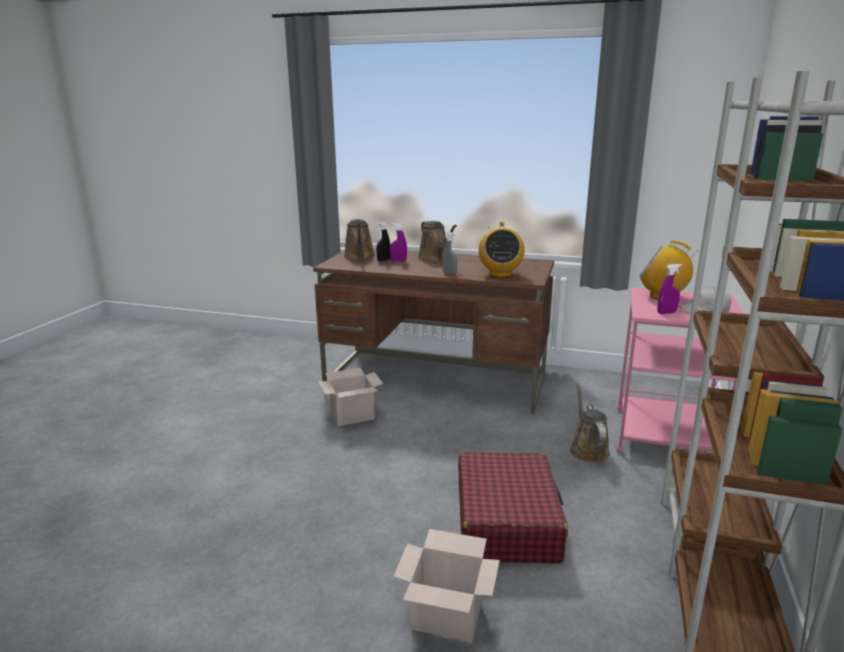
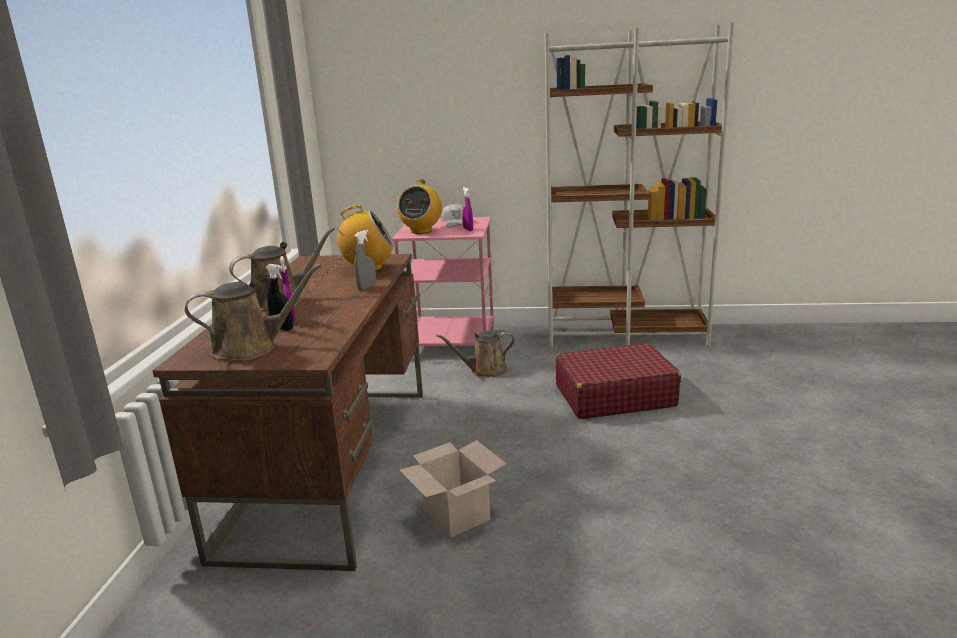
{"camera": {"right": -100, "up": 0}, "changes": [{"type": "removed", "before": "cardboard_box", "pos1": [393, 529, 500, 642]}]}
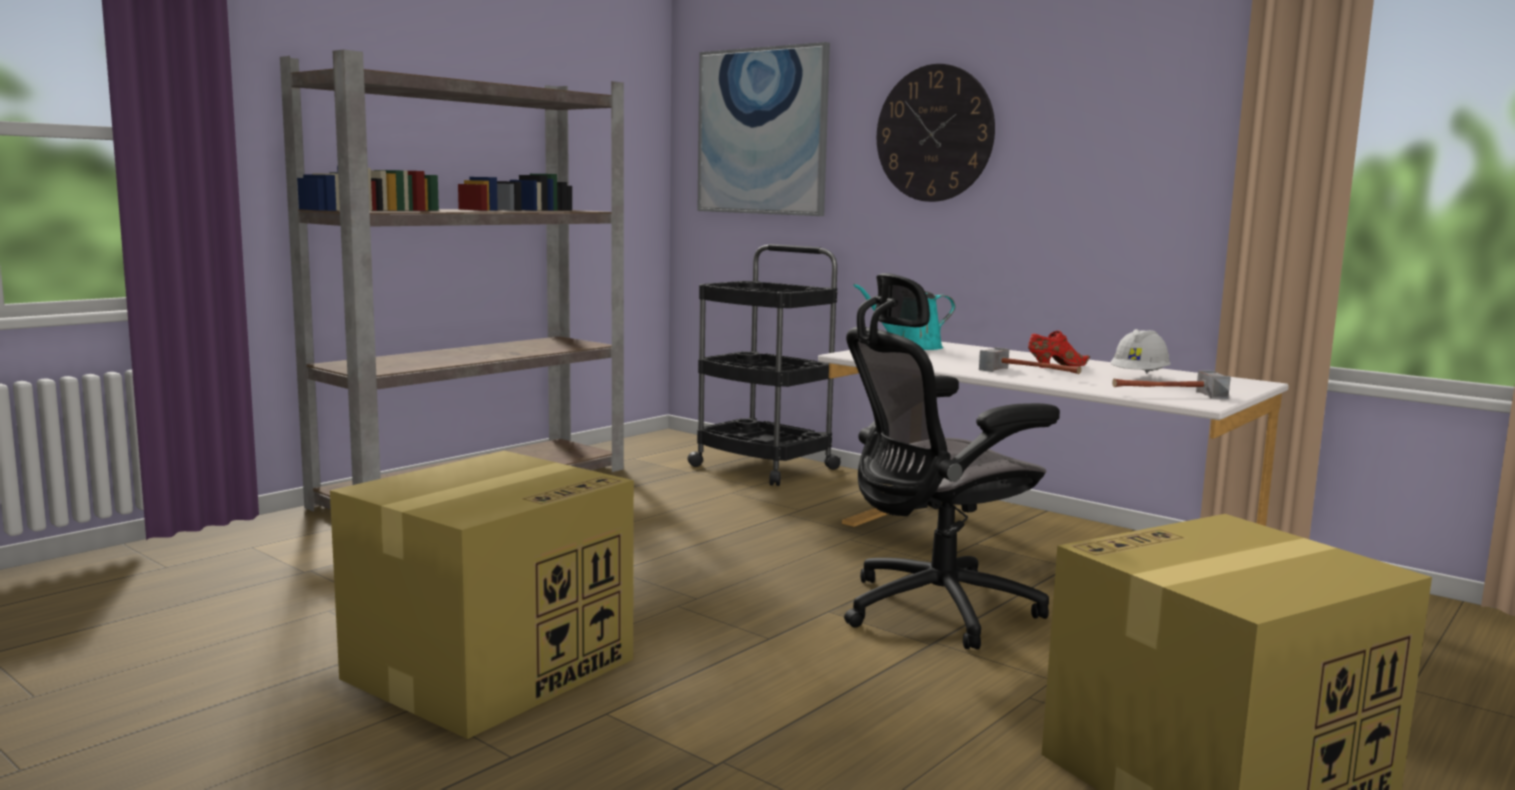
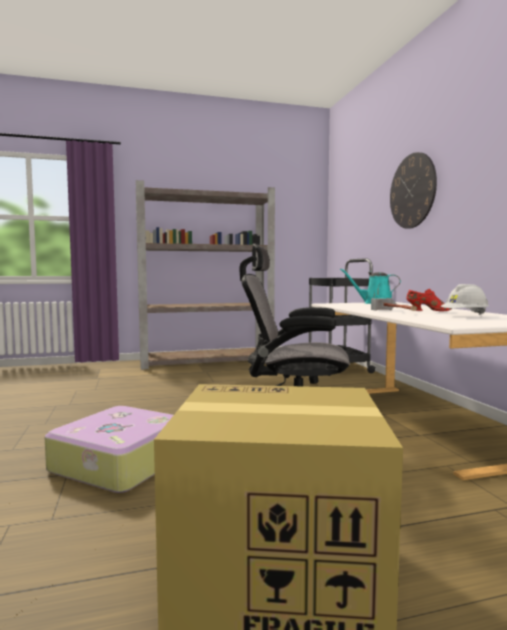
{"camera": {"right": 35, "up": -5}, "changes": [{"type": "removed", "before": "cardboard_box", "pos1": [330, 451, 634, 739]}, {"type": "removed", "before": "picture", "pos1": [697, 42, 830, 216]}, {"type": "removed", "before": "tool_hammer", "pos1": [1112, 370, 1231, 399]}, {"type": "added", "after": "suitcase", "pos2": [44, 406, 173, 493]}]}
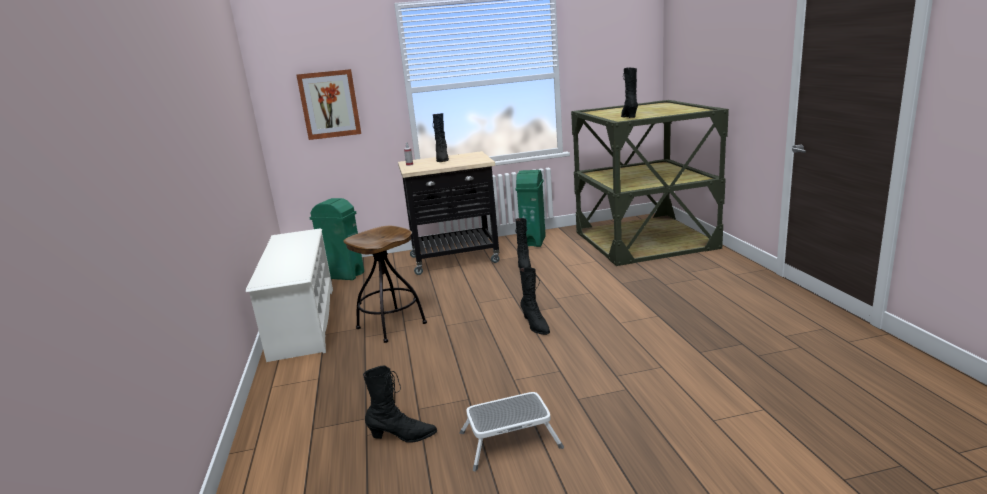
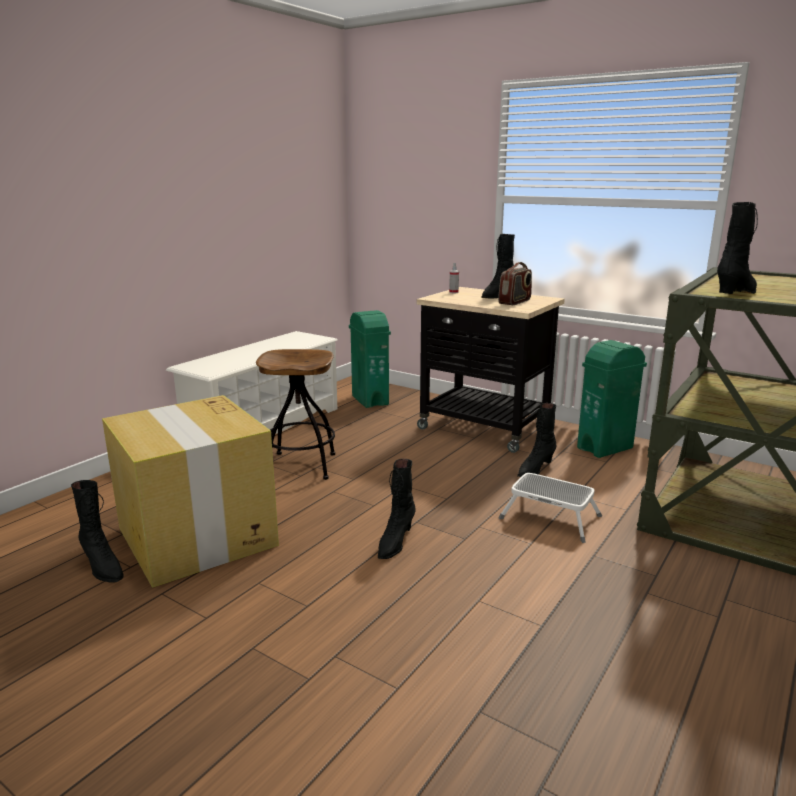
{"camera": {"right": 45, "up": 0}, "changes": [{"type": "removed", "before": "picture", "pos1": [296, 69, 361, 140]}, {"type": "added", "after": "cardboard_box", "pos2": [102, 395, 279, 588]}, {"type": "added", "after": "radio", "pos2": [498, 262, 532, 305]}, {"type": "moved", "before": "greyish_stepladder", "pos1": [460, 392, 564, 472], "pos2": [498, 473, 602, 543]}]}
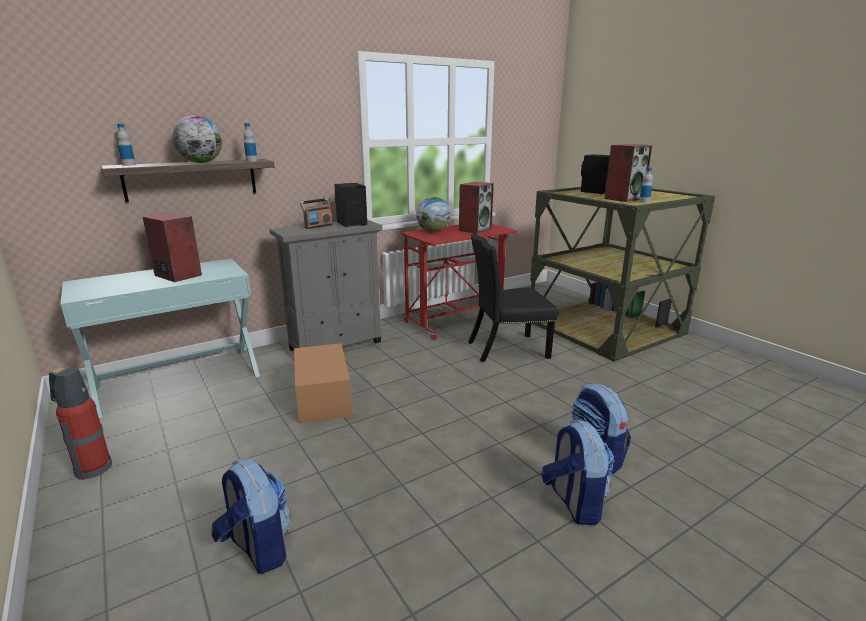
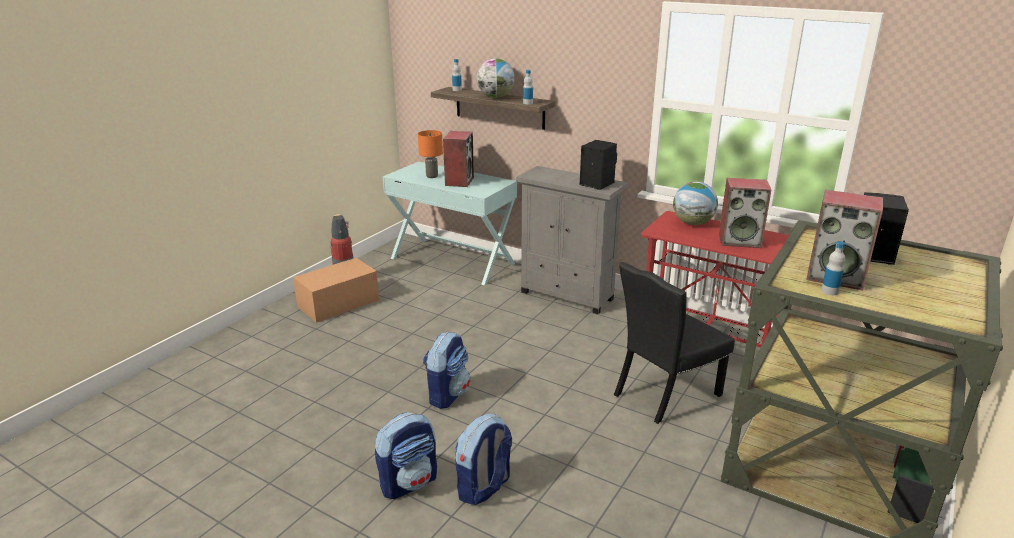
{"camera": {"right": 65, "up": 5}, "changes": [{"type": "removed", "before": "radio", "pos1": [300, 198, 332, 229]}, {"type": "added", "after": "orange-coloured_table_lamp", "pos2": [418, 130, 443, 178]}, {"type": "moved", "before": "backpack", "pos1": [211, 458, 291, 574], "pos2": [423, 332, 470, 409]}, {"type": "moved", "before": "cardboard_box", "pos1": [294, 343, 352, 424], "pos2": [293, 258, 379, 323]}, {"type": "turned", "before": "black_plain_chair", "pos1": [468, 234, 558, 362], "pos2": [614, 262, 735, 424], "turn": -90}]}
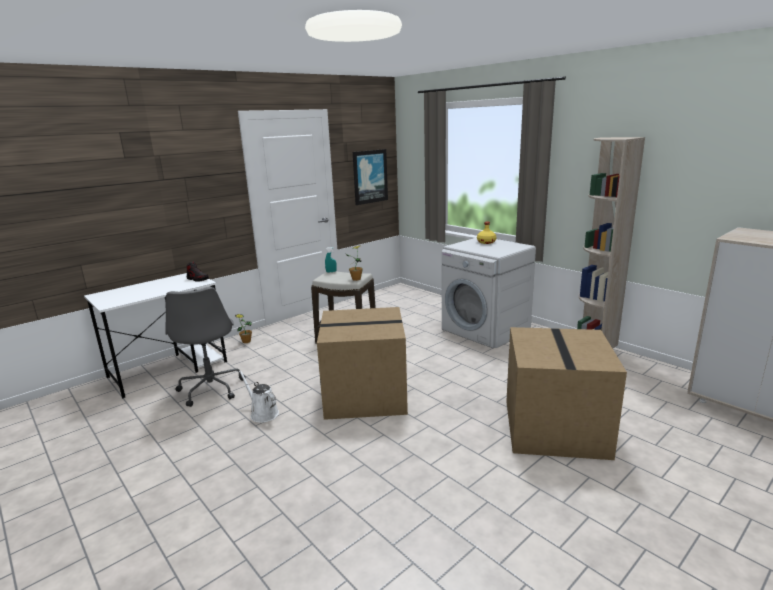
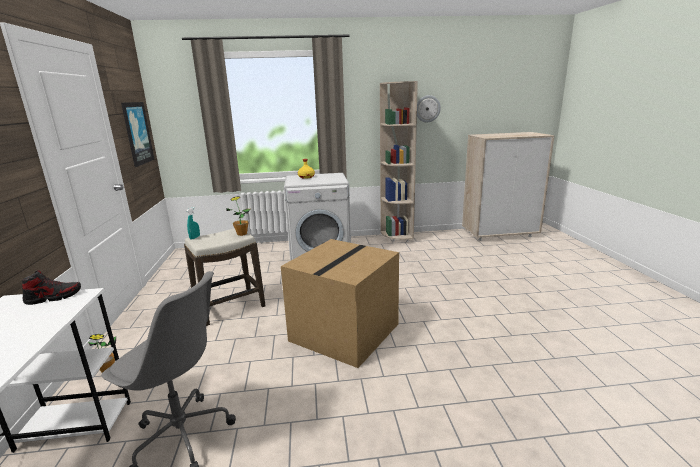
{"camera": {"right": -55, "up": 0}, "changes": [{"type": "removed", "before": "whitish_sprinkling_can", "pos1": [239, 370, 279, 423]}, {"type": "removed", "before": "cardboard_box", "pos1": [506, 327, 627, 460]}, {"type": "added", "after": "hanging_clock", "pos2": [417, 95, 441, 122]}]}
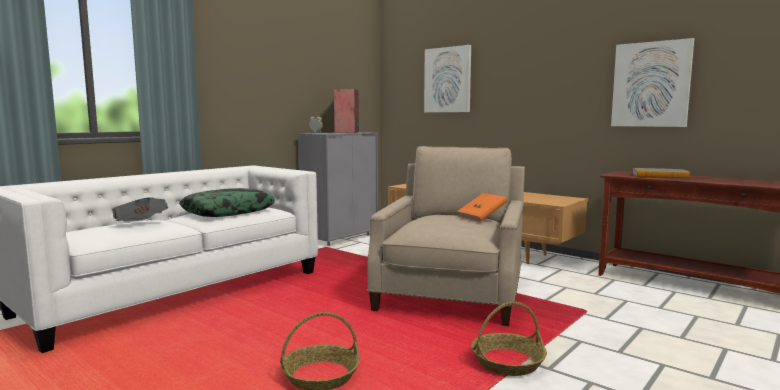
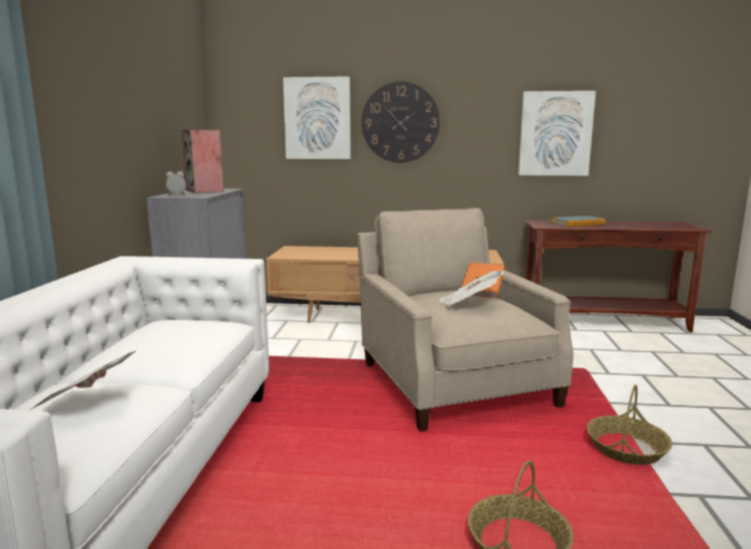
{"camera": {"right": -35, "up": 5}, "changes": [{"type": "removed", "before": "pillow", "pos1": [179, 188, 275, 217]}, {"type": "added", "after": "hanging_clock", "pos2": [362, 81, 440, 163]}, {"type": "added", "after": "daily_paper", "pos2": [439, 270, 504, 306]}]}
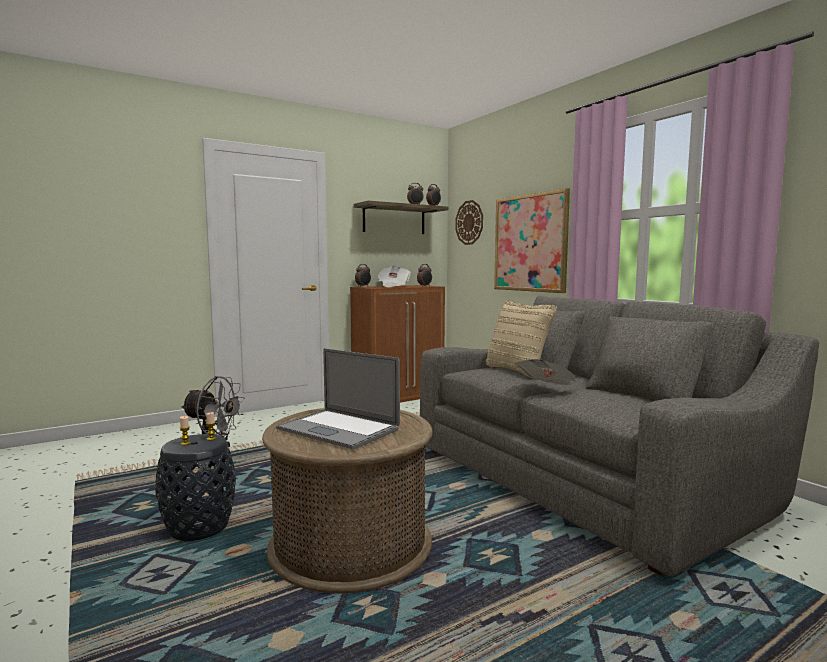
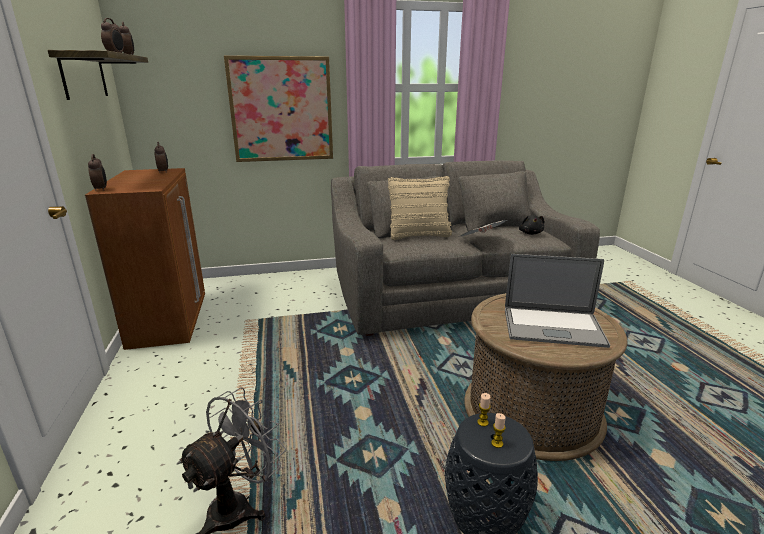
{"camera": {"right": -70, "up": 15}, "changes": [{"type": "removed", "before": "daily_paper", "pos1": [377, 266, 411, 287]}, {"type": "removed", "before": "hanging_clock", "pos1": [455, 200, 483, 245]}, {"type": "added", "after": "black_soft_toy", "pos2": [519, 215, 544, 235]}, {"type": "turned", "before": "portable_computer", "pos1": [276, 348, 400, 450], "pos2": [505, 254, 610, 348], "turn": 45}]}
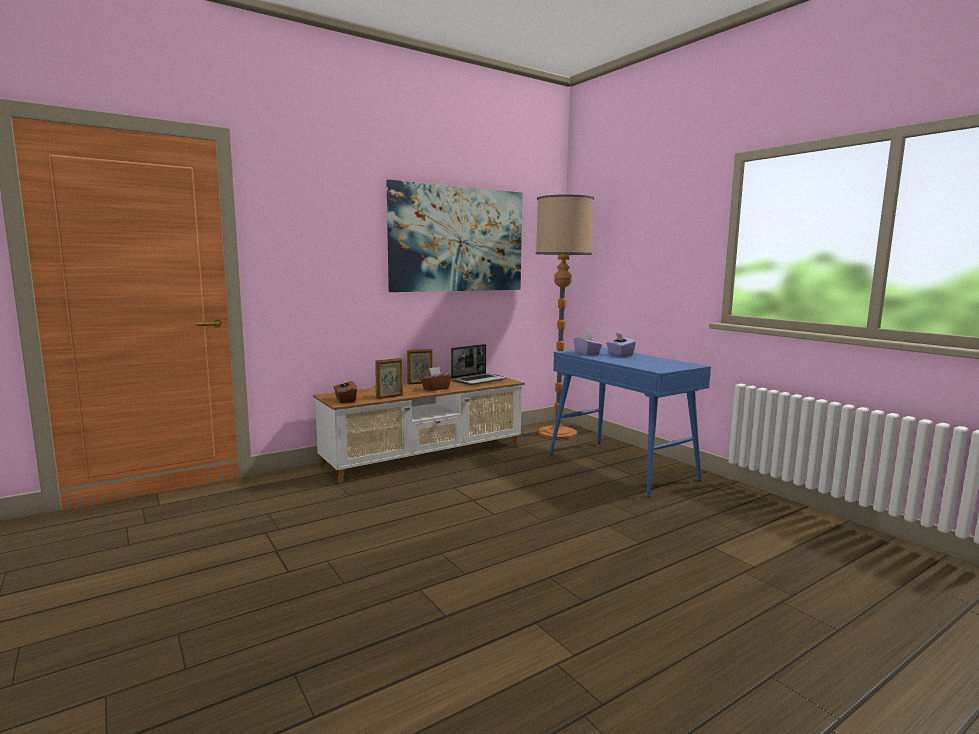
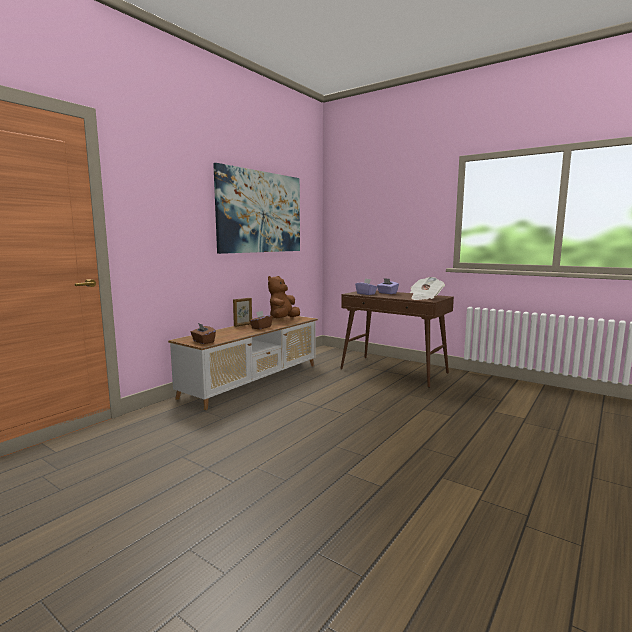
{"camera": {"right": -20, "up": 0}, "changes": [{"type": "removed", "before": "standing_frame", "pos1": [375, 358, 403, 399]}, {"type": "removed", "before": "floor_lamp", "pos1": [536, 194, 594, 439]}, {"type": "added", "after": "daily_paper", "pos2": [410, 277, 445, 300]}, {"type": "replaced", "before": "portable_computer", "after": "brownish_soft_toy", "pos1": [451, 344, 506, 385], "pos2": [268, 276, 300, 319]}, {"type": "recoloured", "before": "blue-coloured_console_table", "after": "brownish_console_table", "pos1": [549, 347, 711, 497], "pos2": [340, 291, 454, 388]}]}
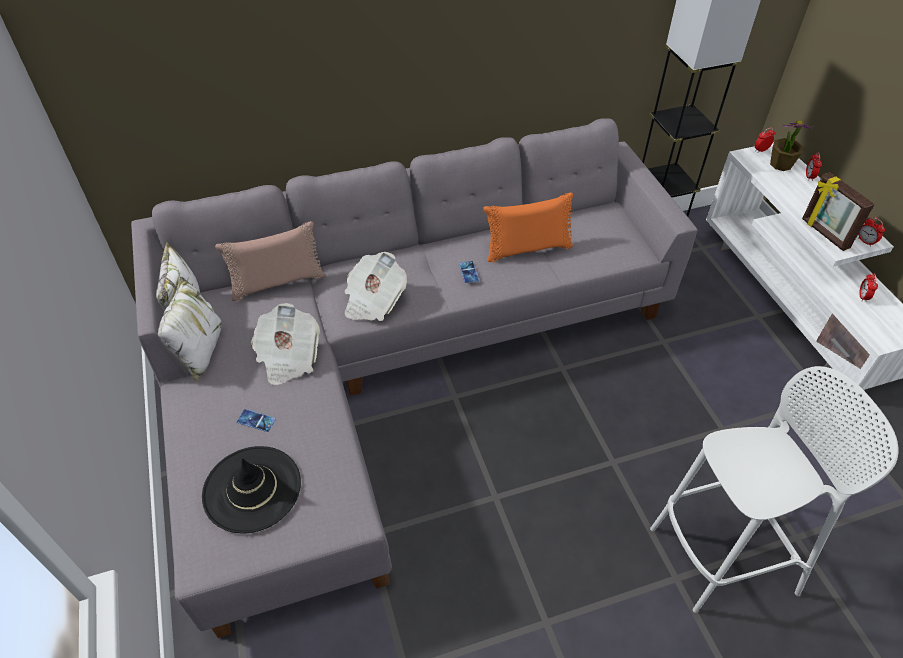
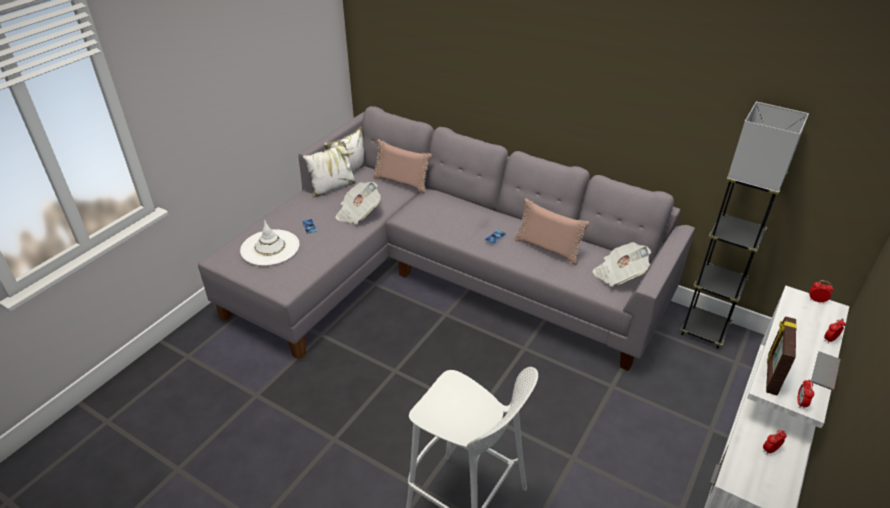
{"camera": {"right": 50, "up": -10}, "changes": [{"type": "removed", "before": "plant_in_a_pot", "pos1": [770, 120, 815, 171]}, {"type": "moved", "before": "daily_paper", "pos1": [344, 252, 407, 321], "pos2": [593, 242, 651, 287]}, {"type": "recoloured", "before": "black_hat", "after": "whitish_hat", "pos1": [202, 446, 301, 534], "pos2": [240, 221, 299, 266]}, {"type": "recoloured", "before": "orange-coloured_pillow", "after": "sand-coloured_pillow", "pos1": [483, 192, 573, 263], "pos2": [515, 198, 589, 265]}]}
